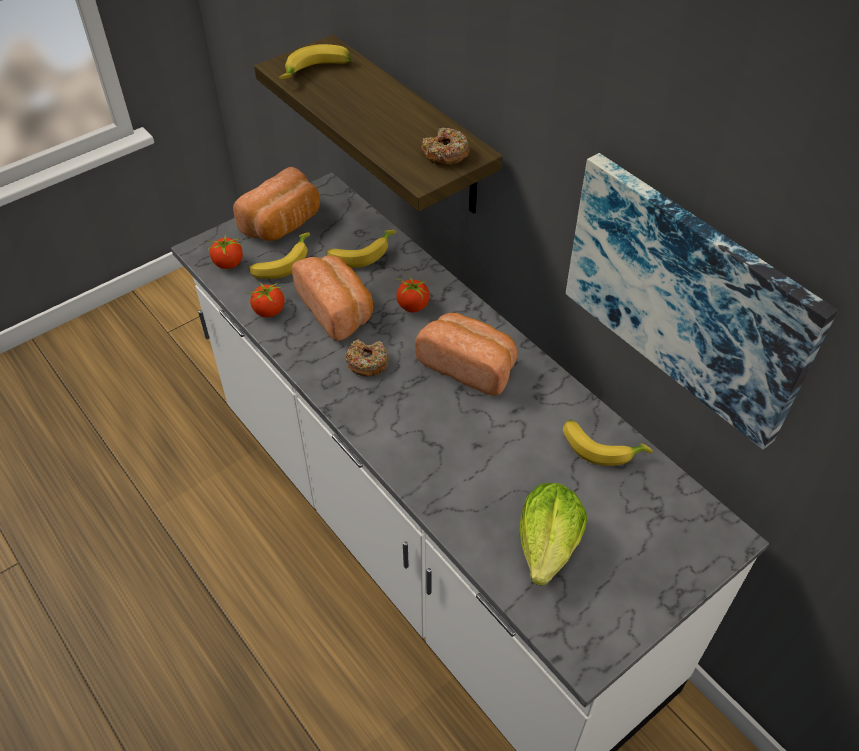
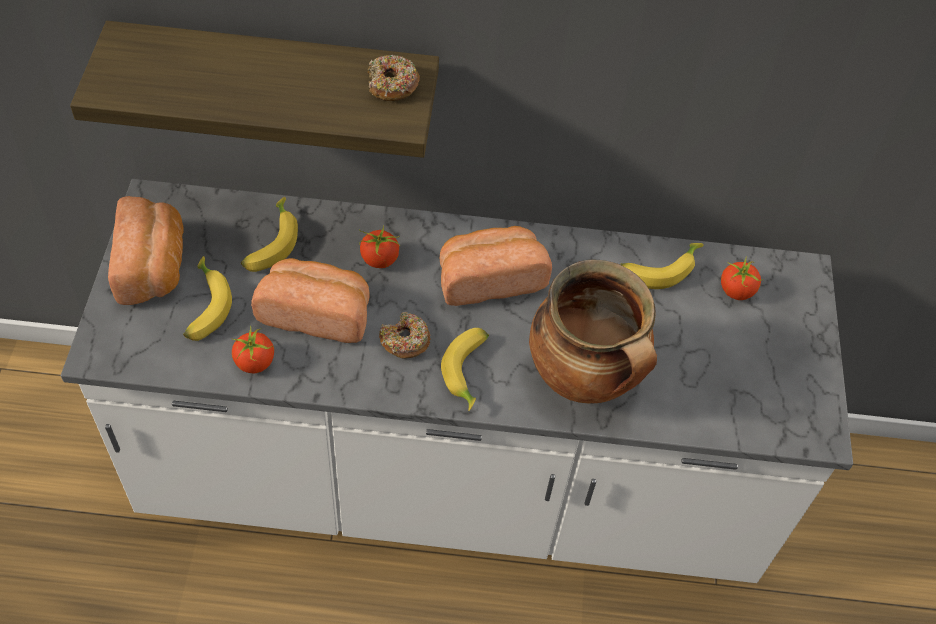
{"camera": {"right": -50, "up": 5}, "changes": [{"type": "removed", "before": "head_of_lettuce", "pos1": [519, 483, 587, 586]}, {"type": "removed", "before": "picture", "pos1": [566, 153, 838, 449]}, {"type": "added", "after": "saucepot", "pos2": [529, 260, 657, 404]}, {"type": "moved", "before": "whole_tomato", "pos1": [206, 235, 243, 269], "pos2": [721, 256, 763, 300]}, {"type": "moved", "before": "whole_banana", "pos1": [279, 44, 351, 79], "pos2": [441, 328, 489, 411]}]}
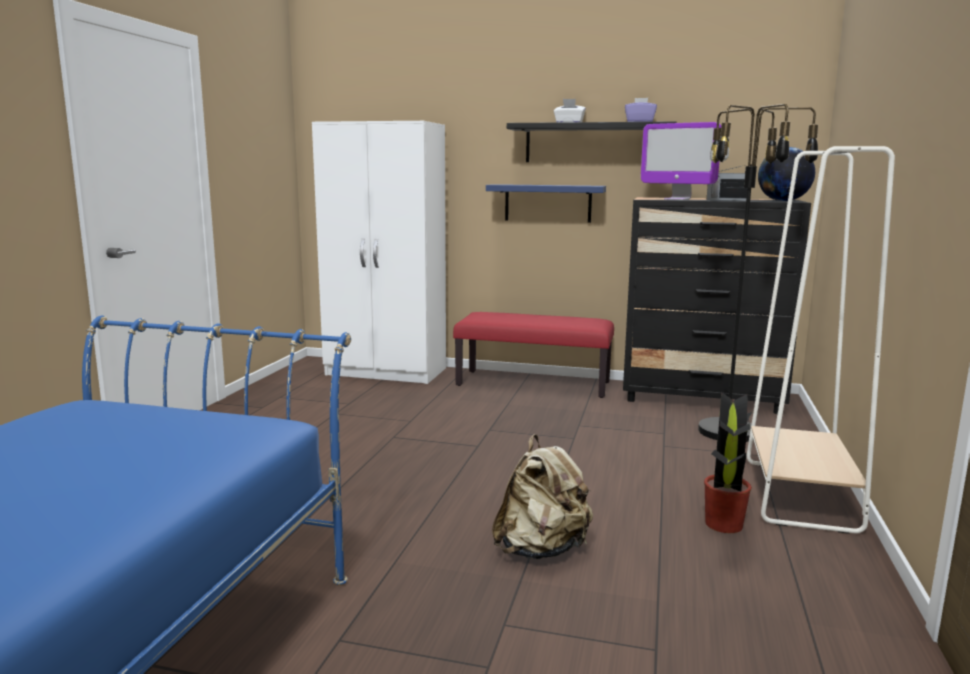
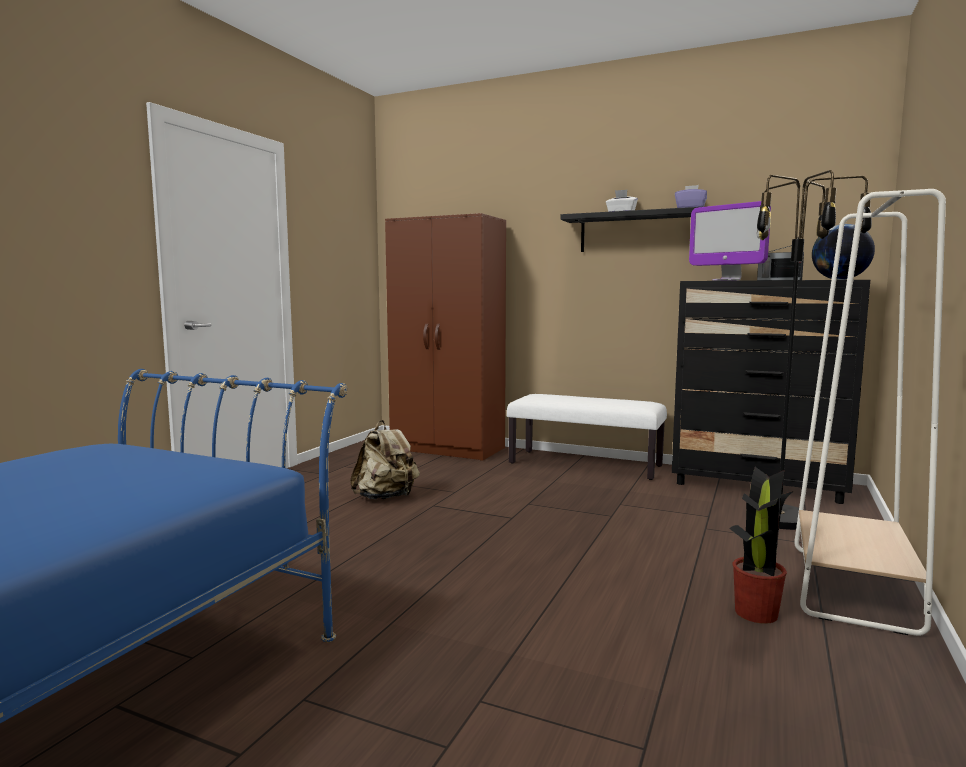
{"camera": {"right": 10, "up": -5}, "changes": [{"type": "removed", "before": "blue-coloured_wall_shelf", "pos1": [486, 184, 606, 223]}, {"type": "moved", "before": "sand-coloured_backpack", "pos1": [492, 434, 593, 559], "pos2": [350, 420, 420, 499]}, {"type": "recoloured", "before": "whitish_clothes_cupboard", "after": "brownish_clothes_cupboard", "pos1": [312, 121, 446, 384], "pos2": [385, 213, 506, 461]}, {"type": "recoloured", "before": "reddish_long_seat", "after": "whitish_long_seat", "pos1": [453, 312, 614, 398], "pos2": [507, 394, 667, 480]}]}
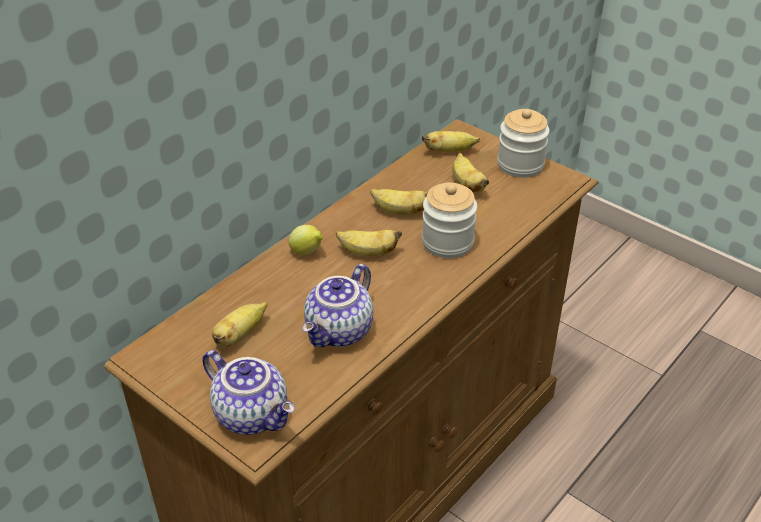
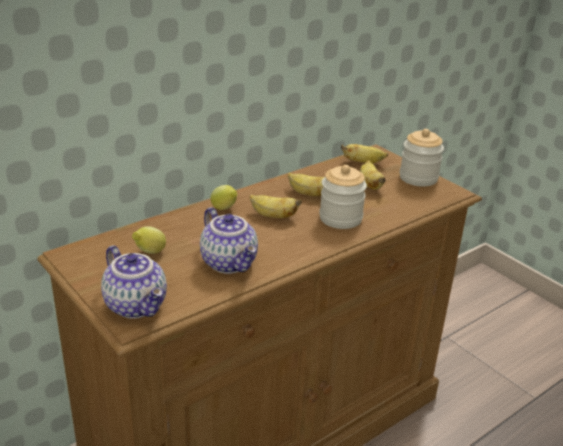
{"camera": {"right": 10, "up": -10}, "changes": [{"type": "replaced", "before": "whole_banana", "after": "citrus_fruit", "pos1": [212, 301, 267, 347], "pos2": [132, 226, 166, 254]}, {"type": "turned", "before": "teapot", "pos1": [302, 264, 373, 347], "pos2": [200, 207, 258, 274], "turn": -75}]}
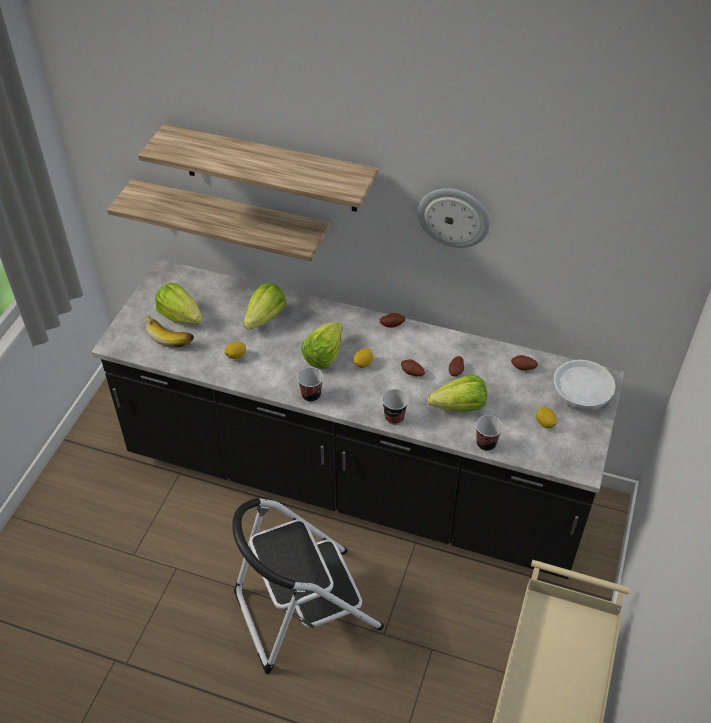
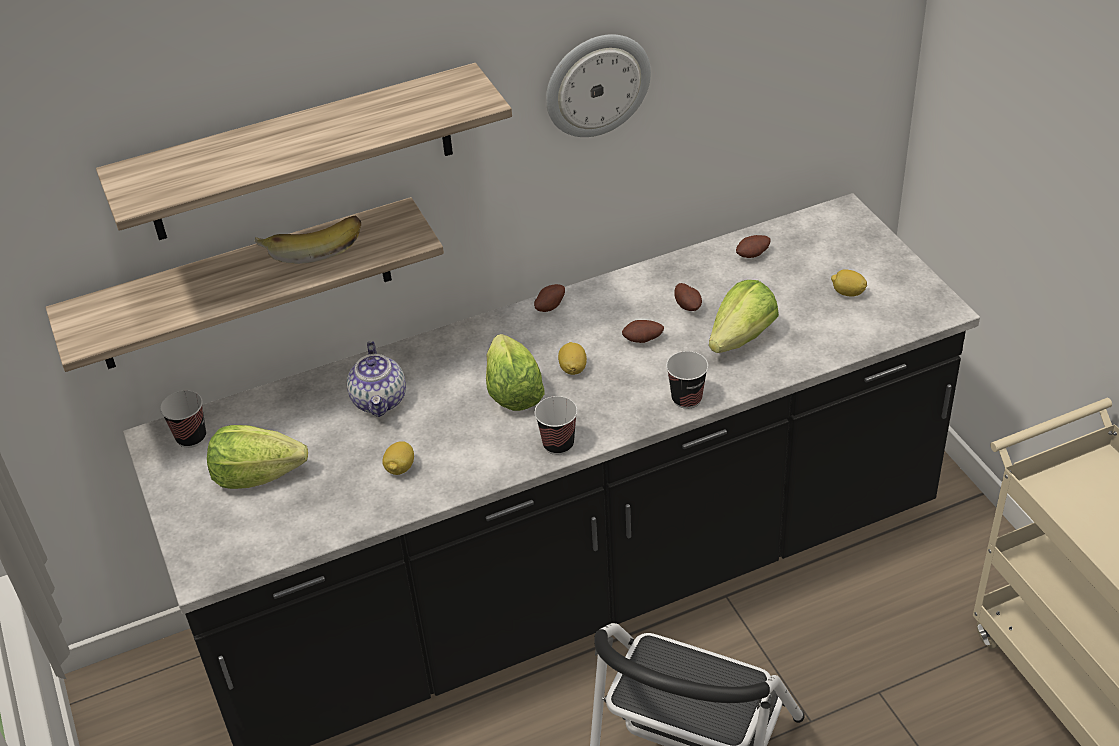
{"camera": {"right": -40, "up": -5}, "changes": [{"type": "removed", "before": "whitish_deep_dish", "pos1": [553, 360, 616, 411]}, {"type": "moved", "before": "whole_banana", "pos1": [146, 315, 194, 348], "pos2": [255, 215, 361, 264]}, {"type": "moved", "before": "drinking_cup", "pos1": [476, 415, 503, 451], "pos2": [160, 390, 206, 448]}, {"type": "replaced", "before": "head_of_lettuce", "after": "teapot", "pos1": [244, 283, 286, 329], "pos2": [347, 341, 406, 417]}]}
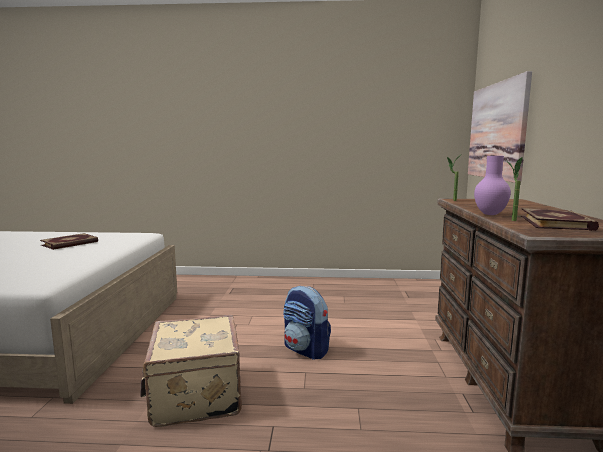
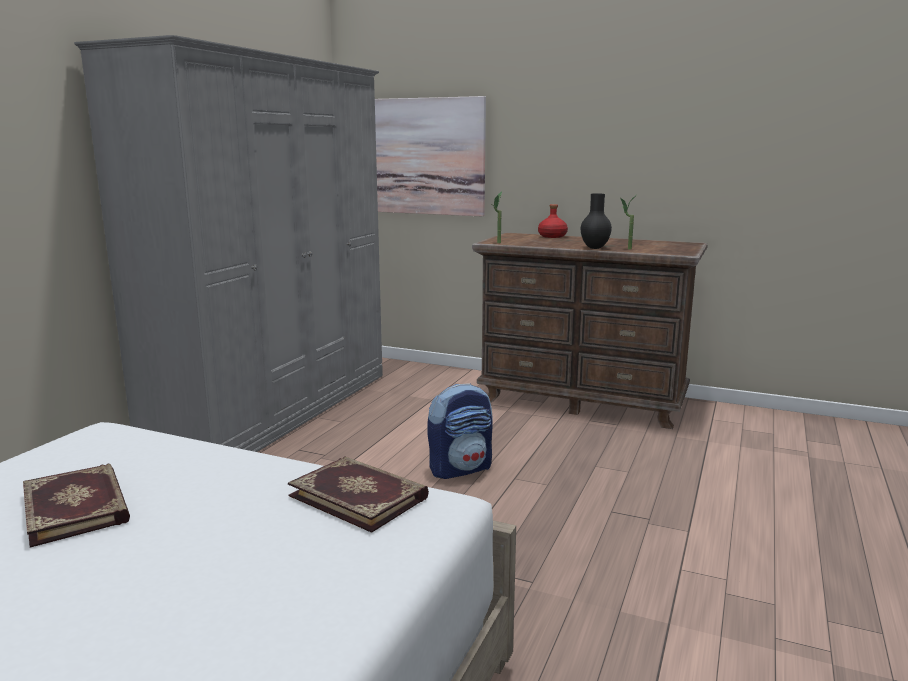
{"camera": {"right": -70, "up": 5}, "changes": [{"type": "removed", "before": "sand-coloured_suitcase", "pos1": [140, 315, 242, 427]}, {"type": "added", "after": "greyish_clothes_cupboard", "pos2": [74, 35, 383, 452]}, {"type": "added", "after": "reddish_bottle", "pos2": [538, 204, 568, 238]}, {"type": "moved", "before": "book", "pos1": [521, 208, 599, 231], "pos2": [288, 456, 429, 533]}, {"type": "recoloured", "before": "purple-coloured_vase", "after": "black_vase", "pos1": [474, 156, 511, 215], "pos2": [581, 193, 612, 249]}]}
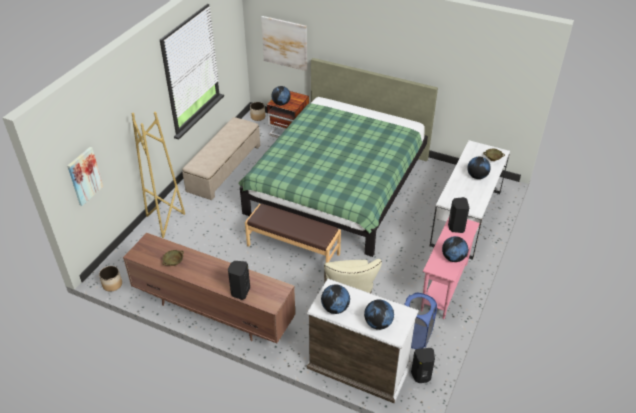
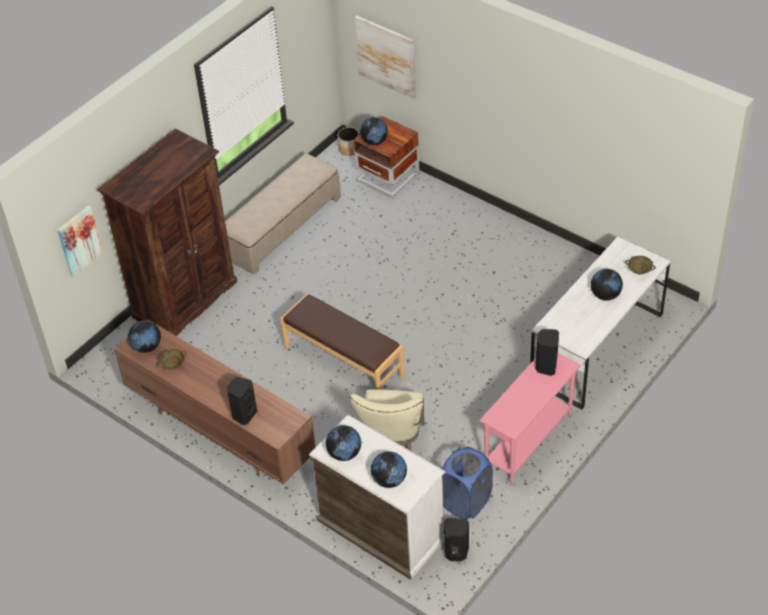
{"camera": {"right": 15, "up": 5}, "changes": [{"type": "removed", "before": "planter", "pos1": [99, 266, 122, 292]}, {"type": "removed", "before": "greenish_bedroom_bed", "pos1": [238, 58, 438, 257]}, {"type": "moved", "before": "globe", "pos1": [442, 236, 468, 262], "pos2": [128, 320, 161, 353]}, {"type": "replaced", "before": "yellowish_clothes_rack", "after": "brownish_clothes_cupboard", "pos1": [132, 112, 185, 238], "pos2": [97, 129, 237, 336]}]}
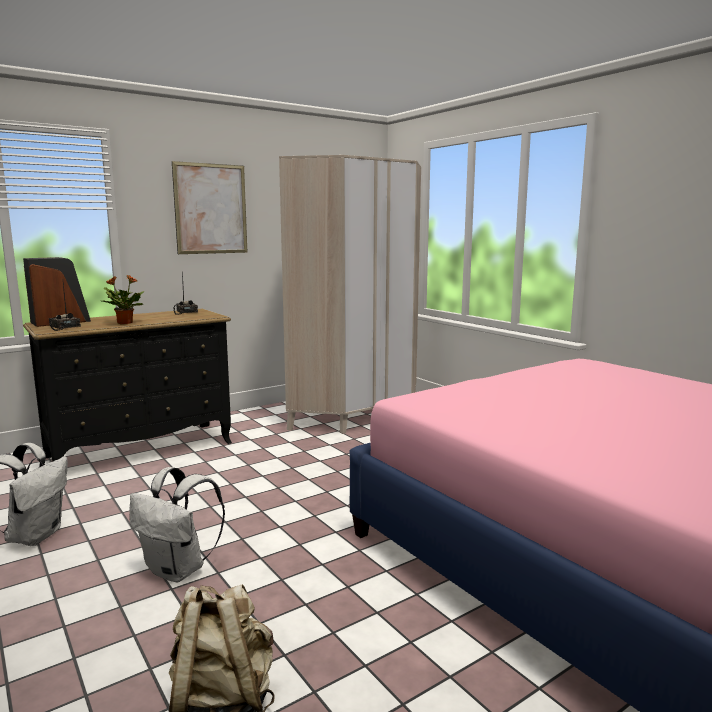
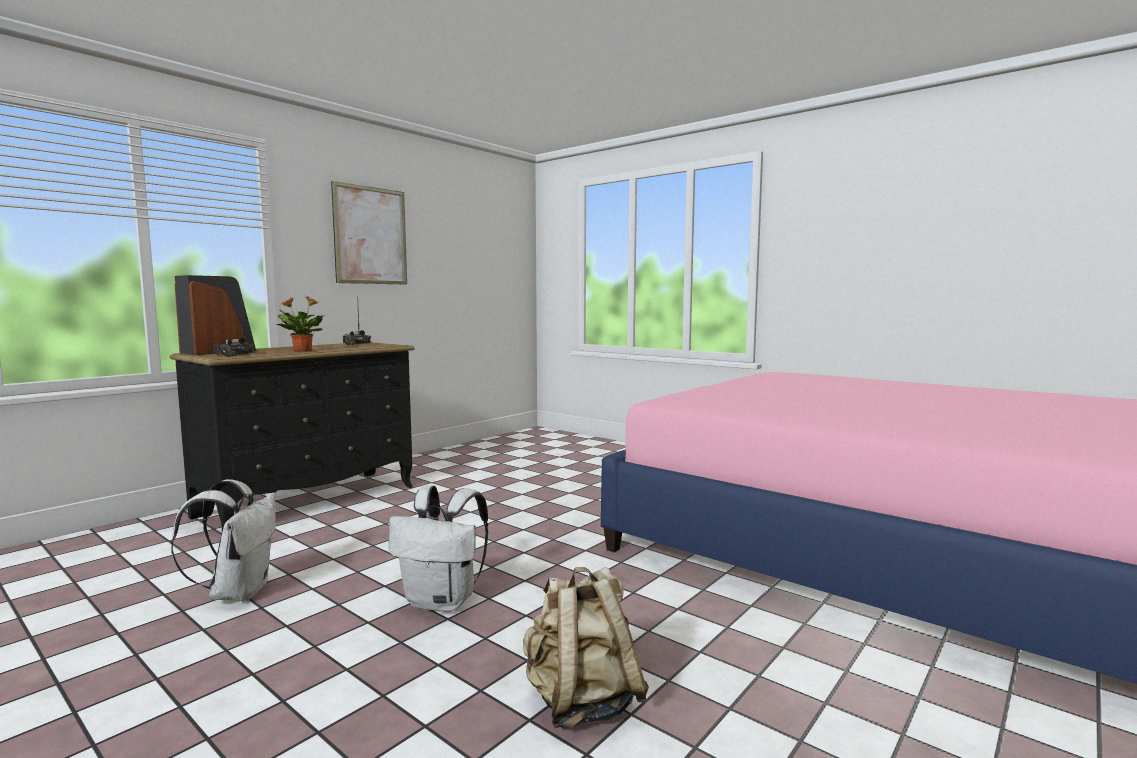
{"camera": {"right": -15, "up": -5}, "changes": [{"type": "removed", "before": "sand-coloured_clothes_cupboard", "pos1": [279, 155, 421, 434]}]}
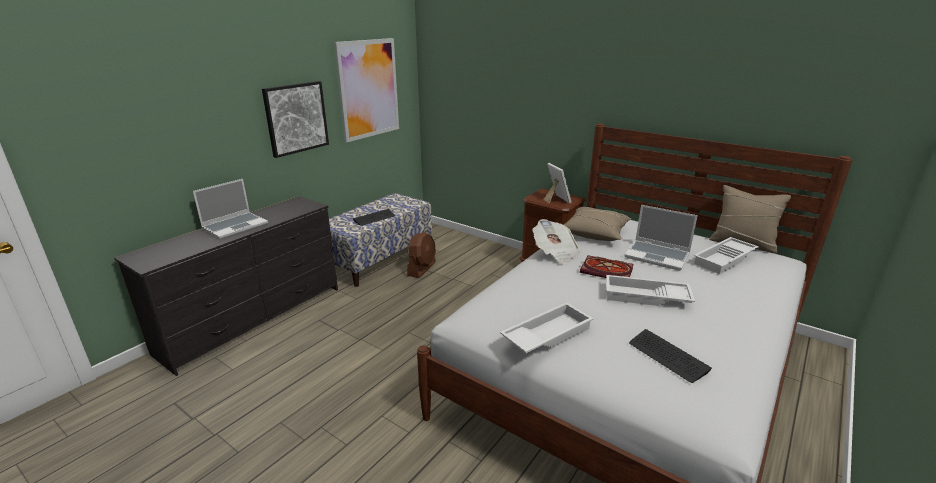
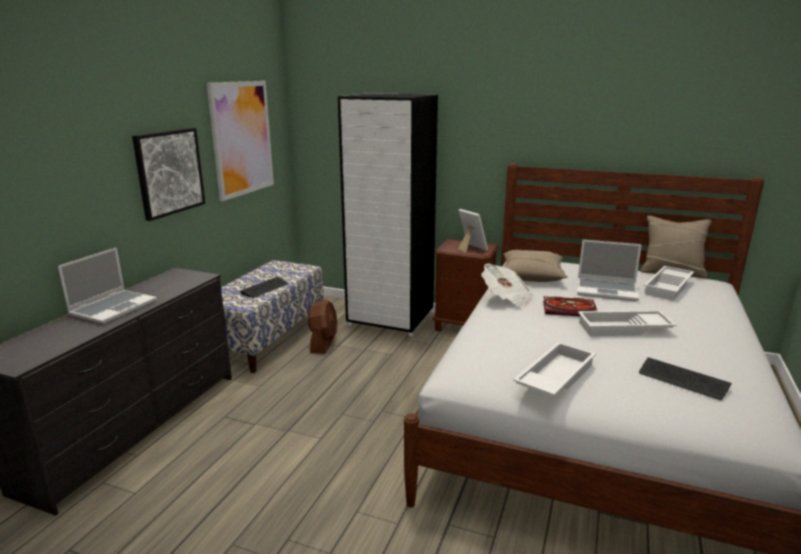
{"camera": {"right": -15, "up": -5}, "changes": [{"type": "added", "after": "clothes_cupboard", "pos2": [338, 93, 438, 337]}]}
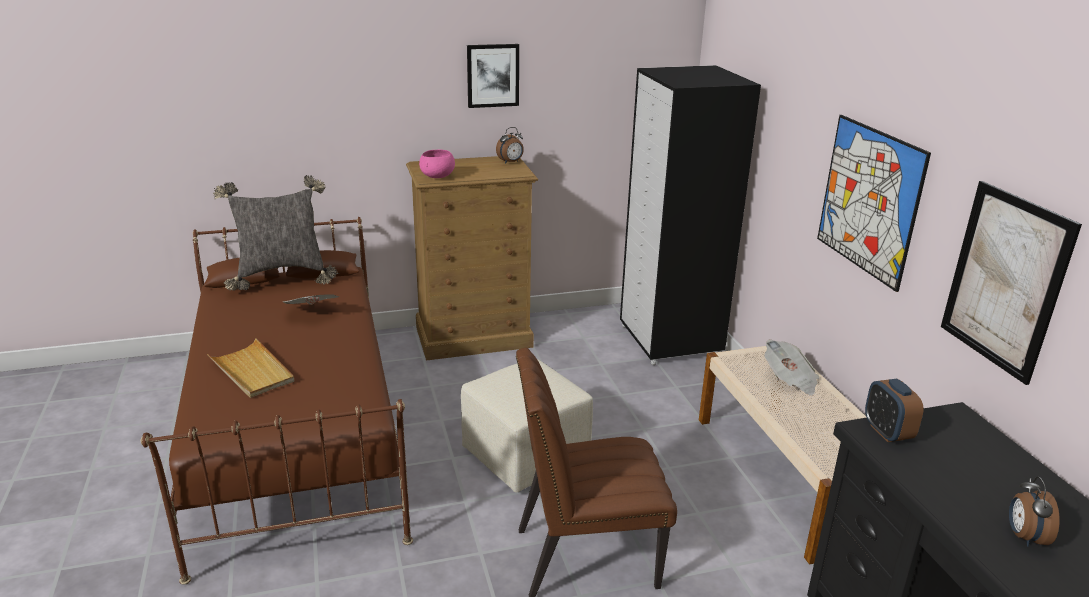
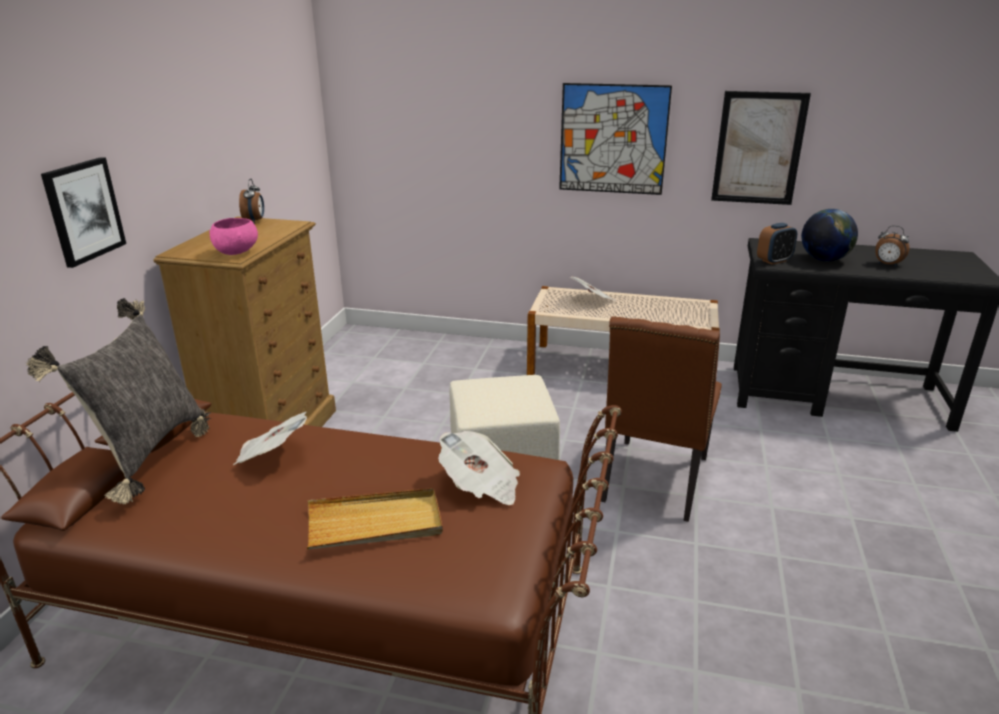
{"camera": {"right": -60, "up": 0}, "changes": [{"type": "removed", "before": "clothes_cupboard", "pos1": [620, 65, 761, 365]}, {"type": "added", "after": "daily_paper", "pos2": [438, 431, 520, 505]}, {"type": "added", "after": "globe", "pos2": [801, 209, 858, 261]}, {"type": "moved", "before": "picture", "pos1": [467, 44, 519, 108], "pos2": [41, 157, 126, 268]}, {"type": "turned", "before": "alarm_clock", "pos1": [865, 379, 923, 442], "pos2": [757, 223, 797, 265], "turn": -45}]}
